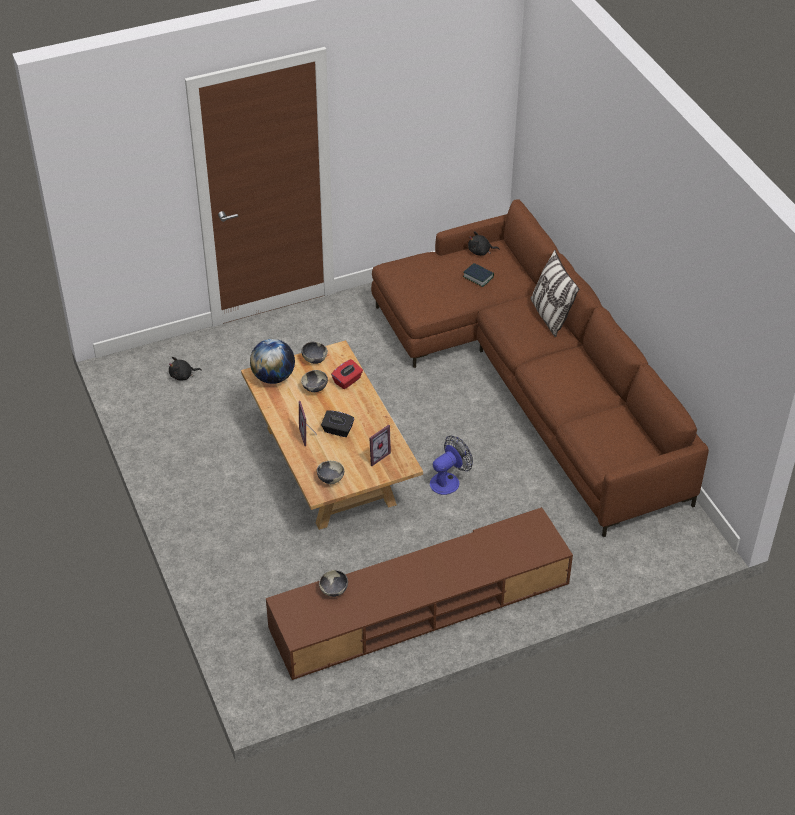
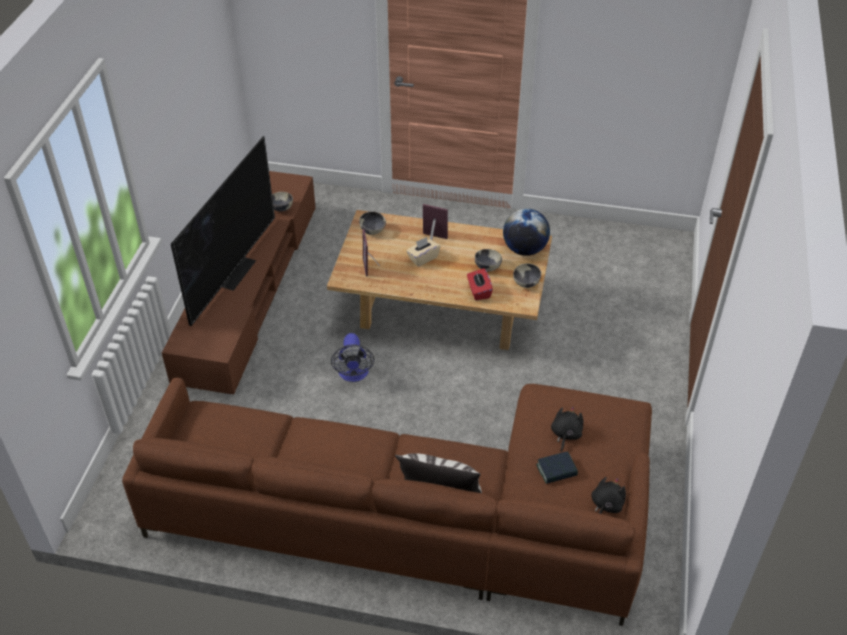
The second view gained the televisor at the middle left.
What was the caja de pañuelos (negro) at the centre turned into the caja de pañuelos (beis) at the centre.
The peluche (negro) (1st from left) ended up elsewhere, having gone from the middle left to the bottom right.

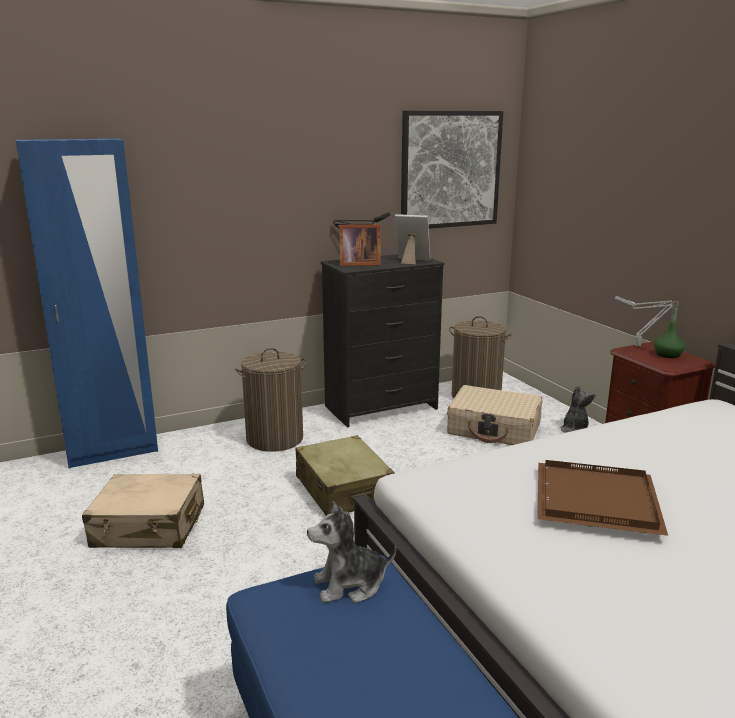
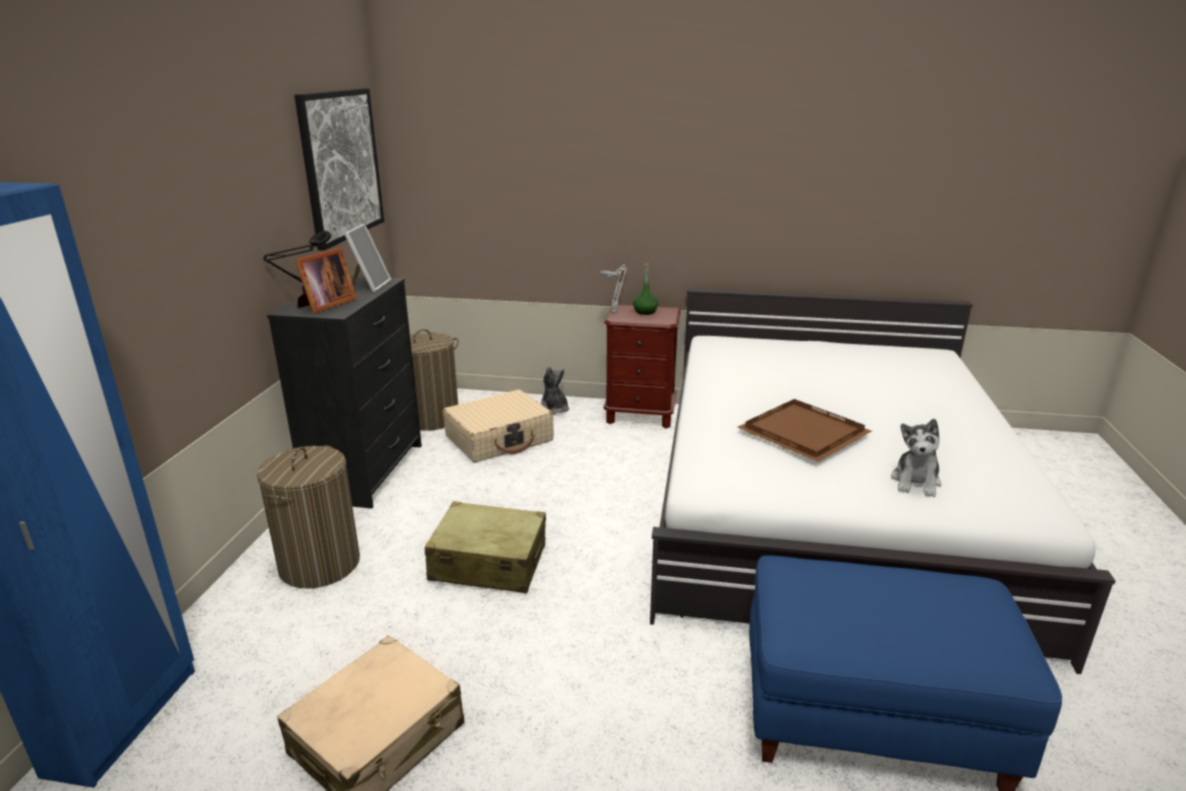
The portarretratos (2nd from left) at the top centre ended up facing another way, 135 degrees clockwise from before.
The peluche (1st from left in the first image) ended up elsewhere, having gone from the bottom centre to the middle right.

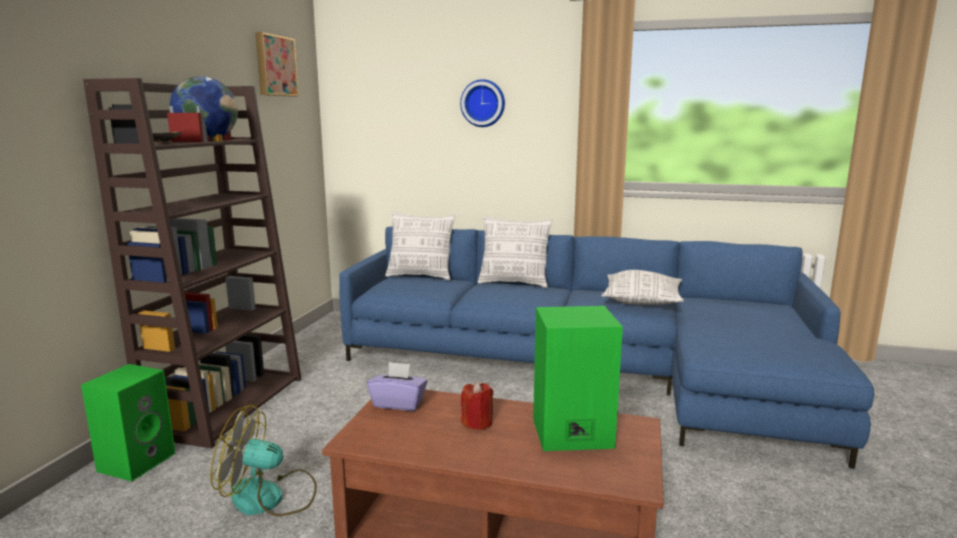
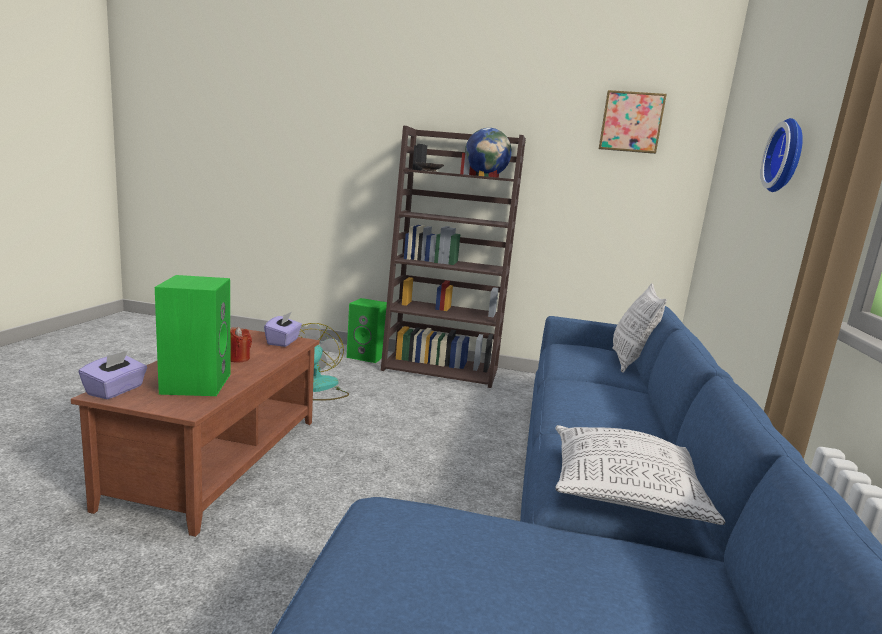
The second view gained the caja de pañuelos (morado) (1st from left) at the middle left.
The second view lost the cojín (2nd from left) at the centre.

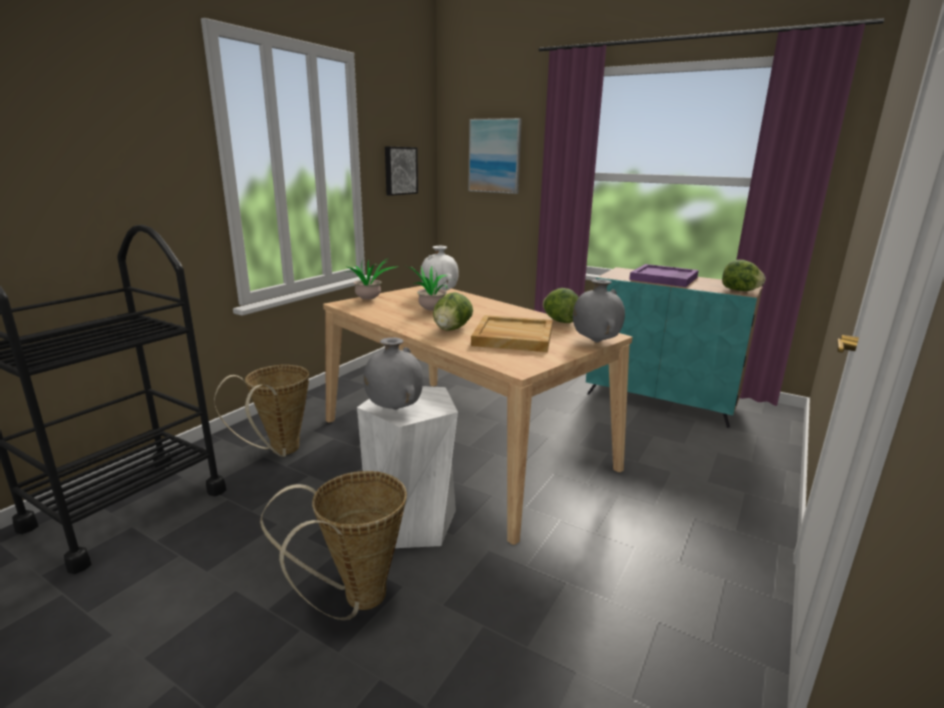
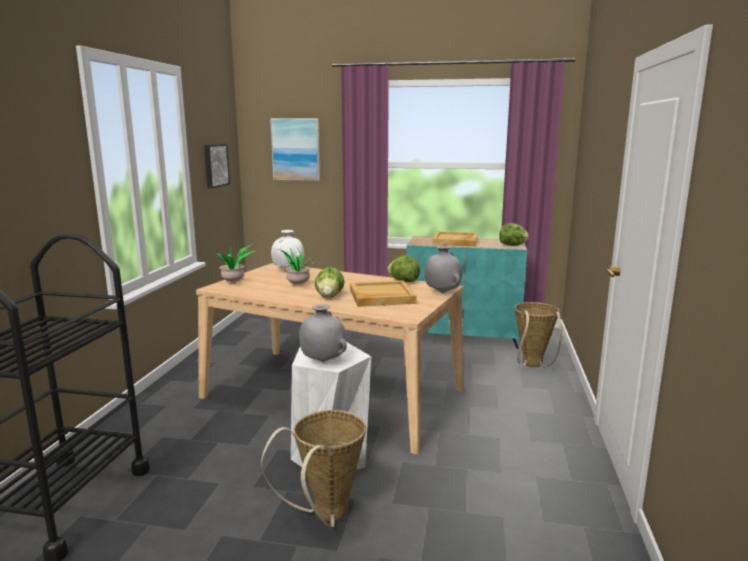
What was the bandeja (morado) at the middle right turned into the bandeja (beis) (2nd from left) at the centre.
The cesta (1st from left in the first image) ended up elsewhere, having gone from the middle left to the middle right.

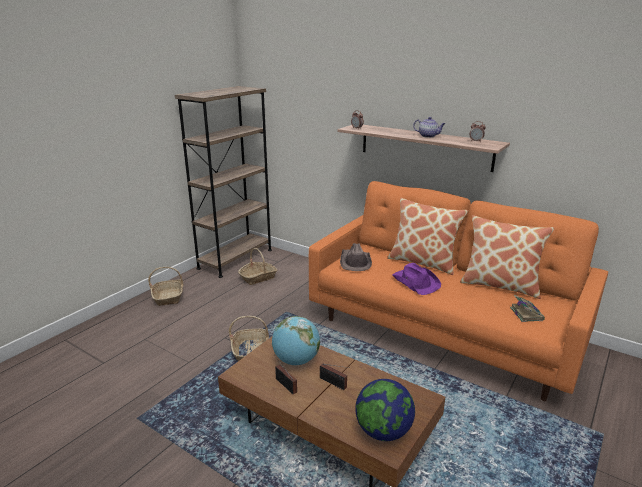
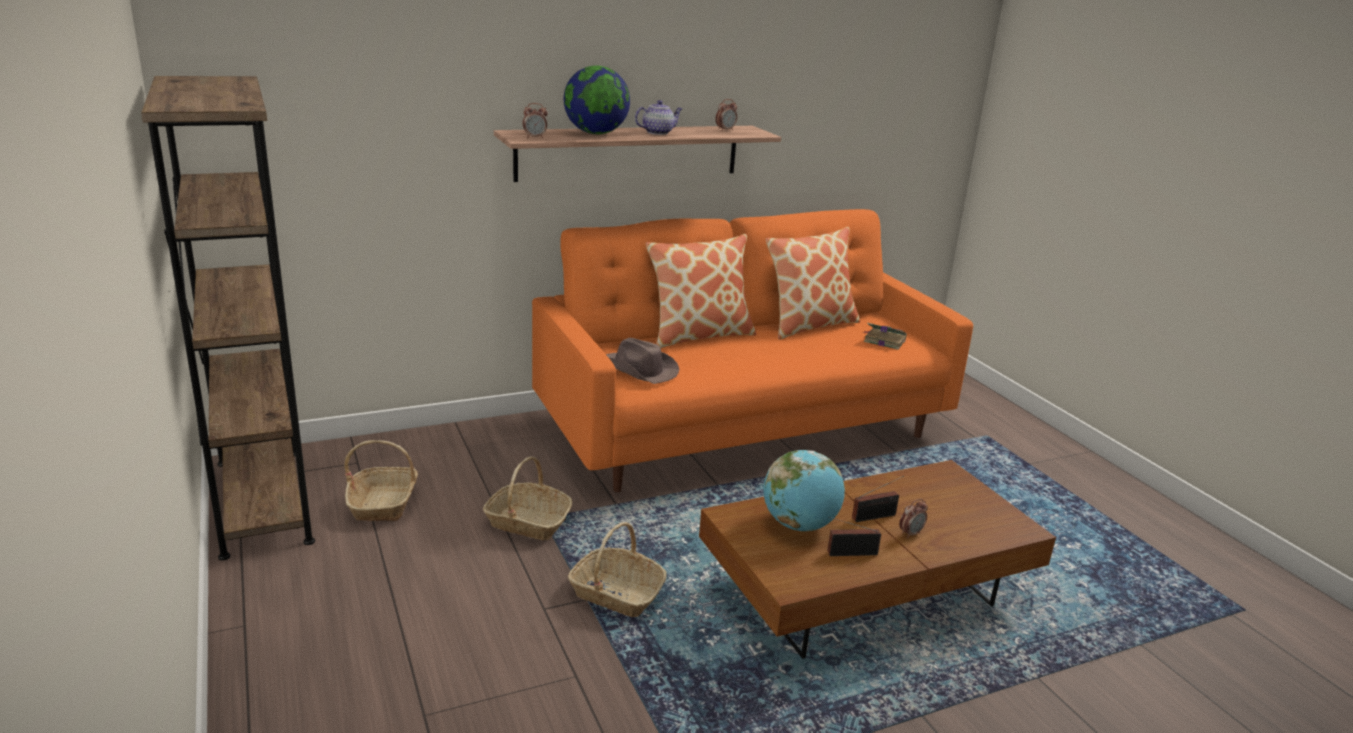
The cesta (1st from left in the first image) ended up elsewhere, having gone from the middle left to the bottom centre.
The globo terráqueo (2nd from left in the first image) ended up elsewhere, having gone from the bottom centre to the top centre.
The second view gained the despertador (3rd from left) at the bottom right.
The second view lost the sombrero (morado) at the centre.

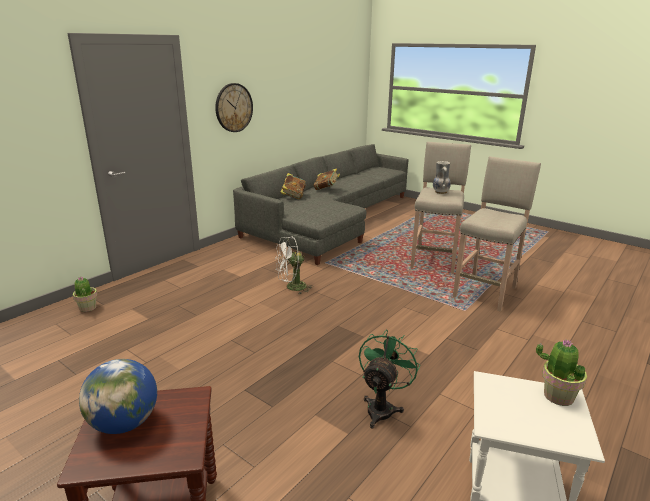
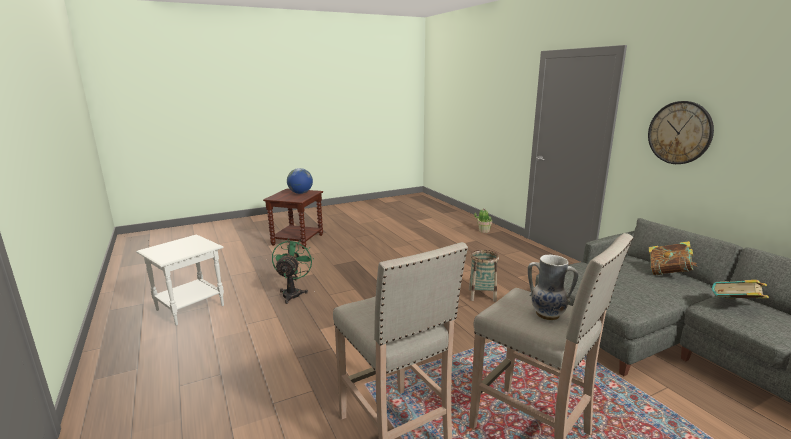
The ventilador (verde) at the bottom centre ended up facing another way, 135 degrees counterclockwise from before.
Where the ventilador (blanco) stood at the centre, the cesta came to stand at the centre.
The second view lost the planta en maceta (2nd from left) at the bottom right.

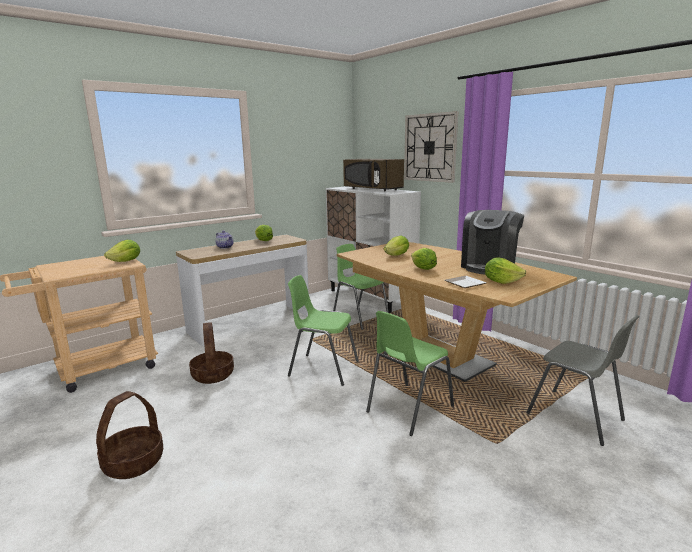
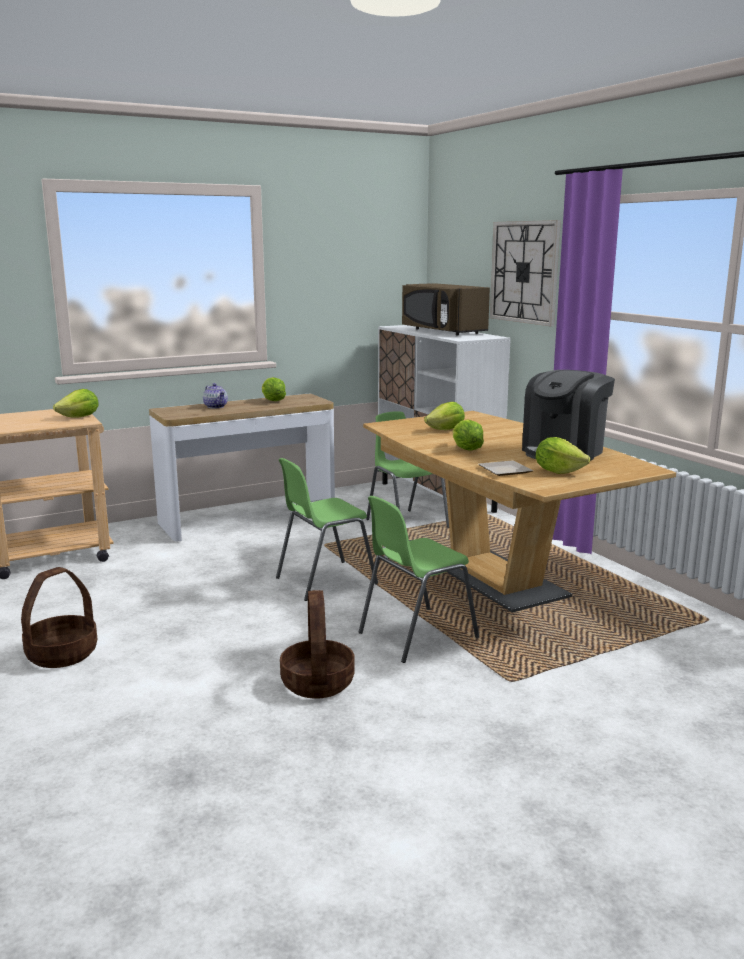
The silla (verde) (1st from left) at the centre ended up facing another way, 60 degrees counterclockwise from before.
The cesta (2nd from left) ended up elsewhere, having gone from the middle left to the bottom centre.
The second view lost the silla (gris) at the bottom right.

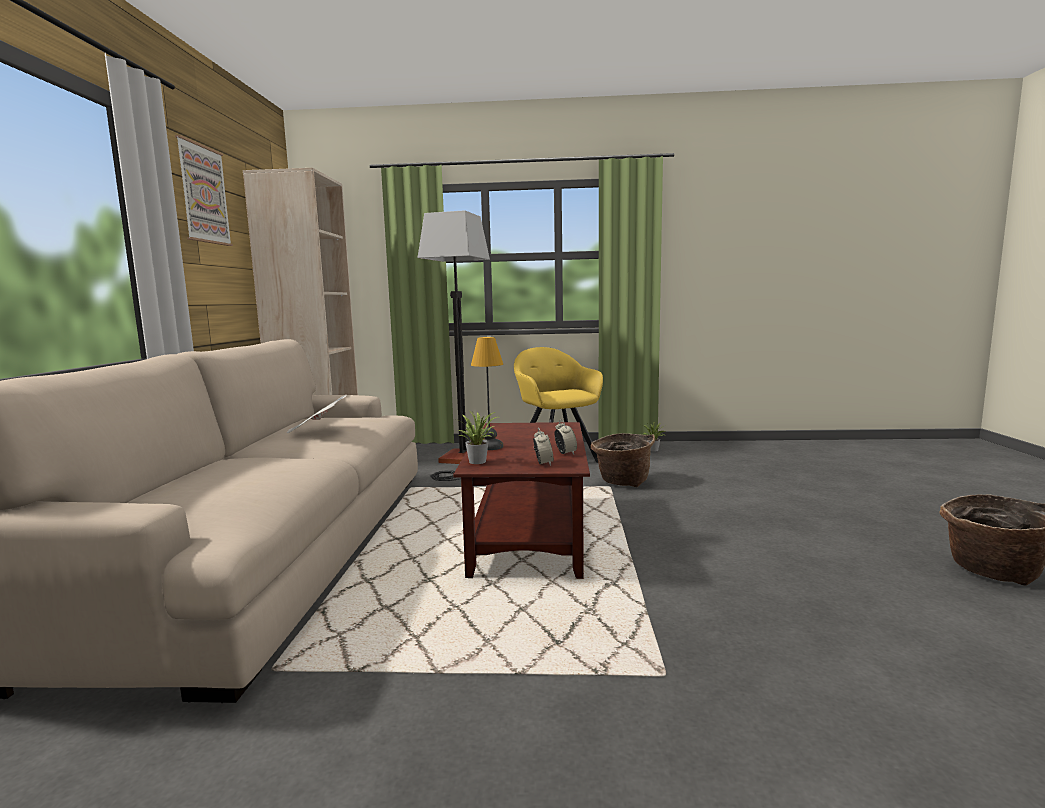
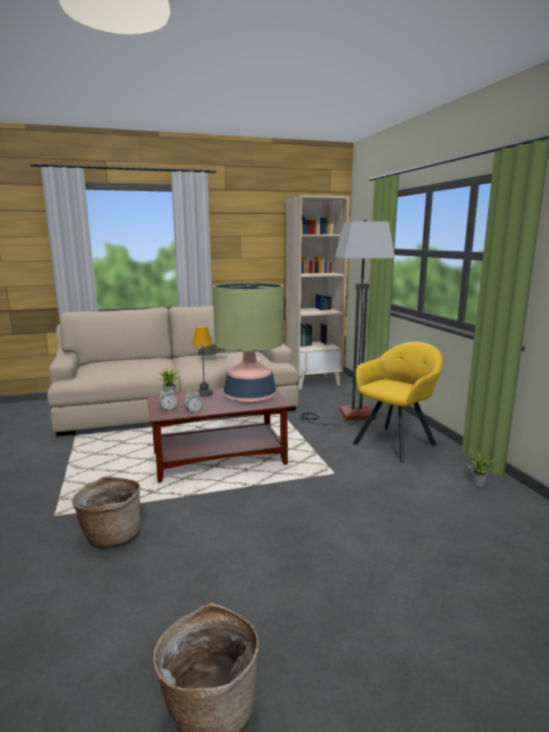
The cesta (1st from left) ended up elsewhere, having gone from the centre to the bottom left.
The second view gained the lámpara de mesa (2nd from left) at the centre.
The second view lost the cuadro at the top left.

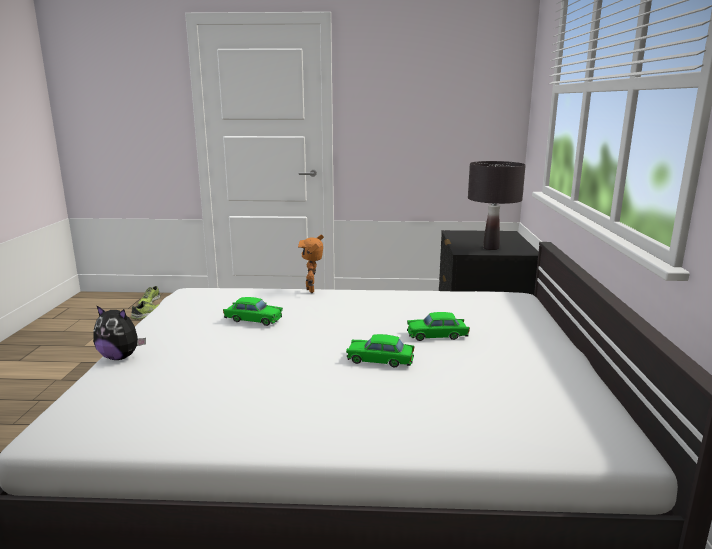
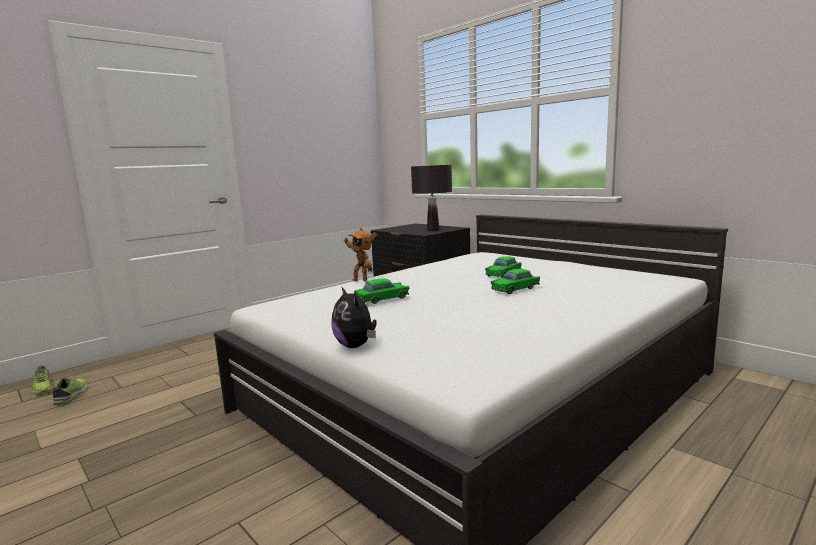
The peluche at the middle left ended up facing another way, 90 degrees clockwise from before.

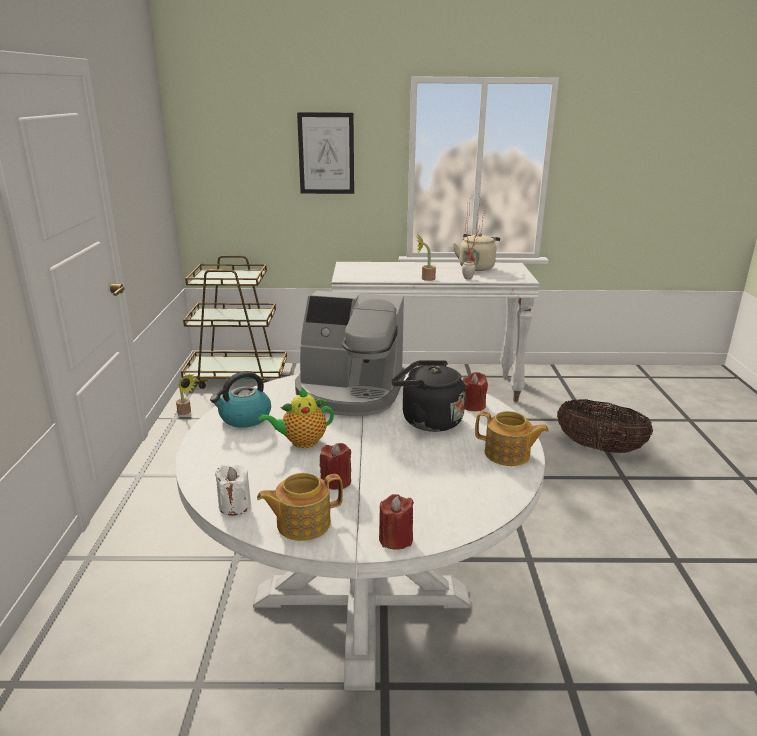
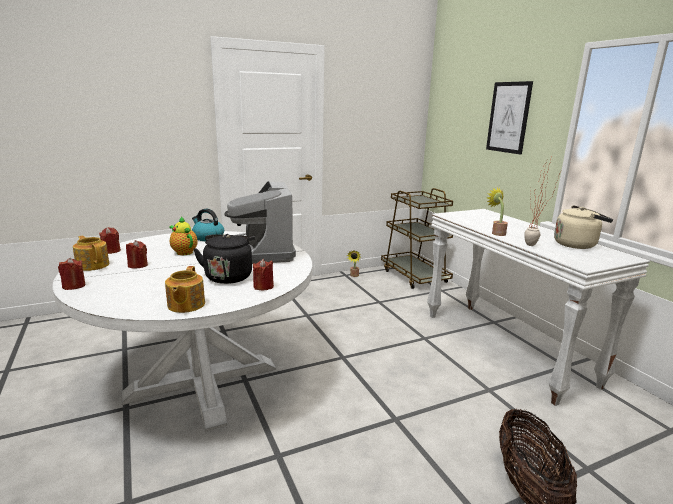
What was the vela (blanco) at the middle left turned into the vela (rojo) (2nd from left) at the middle left.

